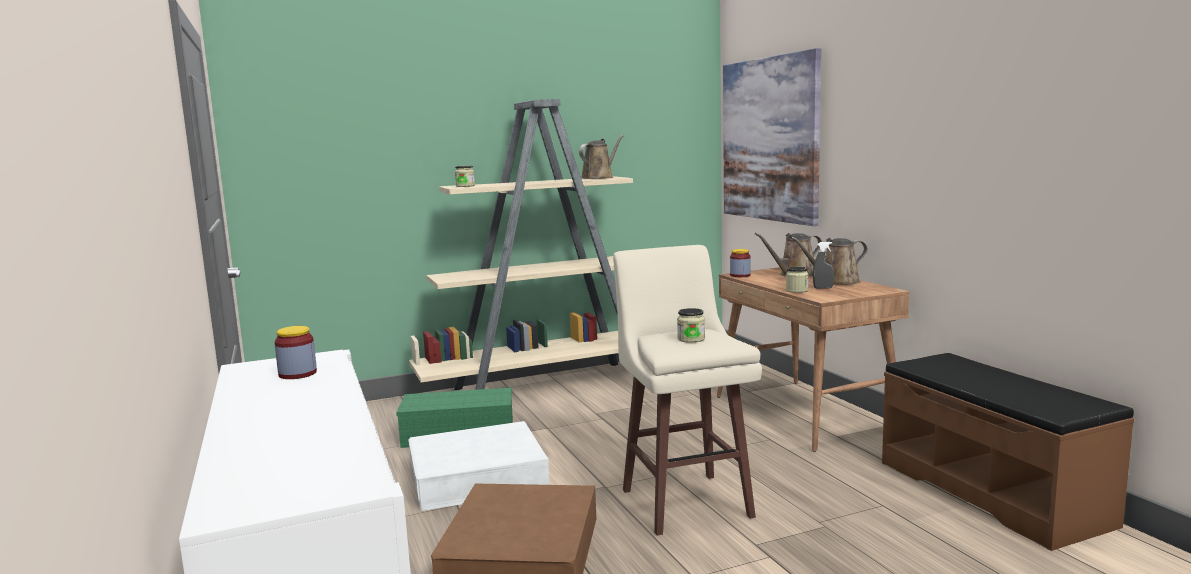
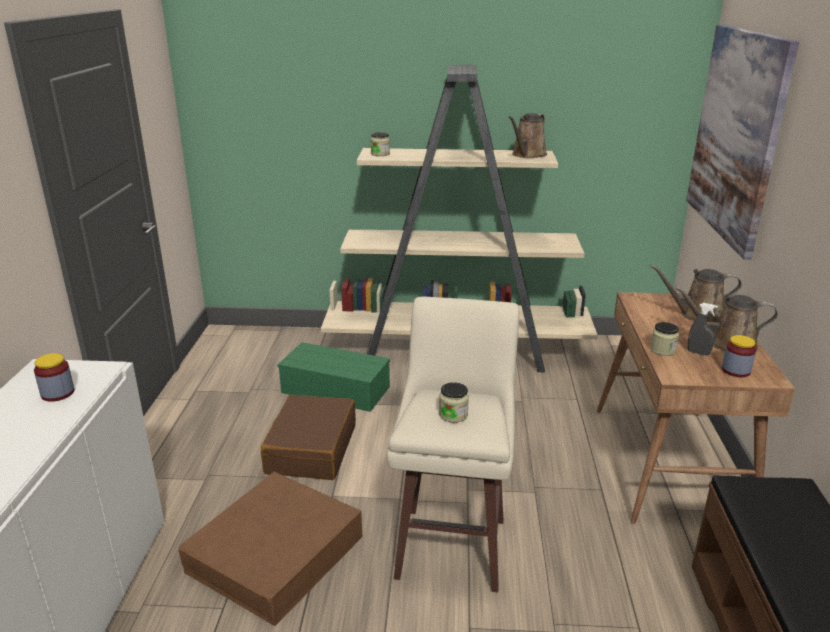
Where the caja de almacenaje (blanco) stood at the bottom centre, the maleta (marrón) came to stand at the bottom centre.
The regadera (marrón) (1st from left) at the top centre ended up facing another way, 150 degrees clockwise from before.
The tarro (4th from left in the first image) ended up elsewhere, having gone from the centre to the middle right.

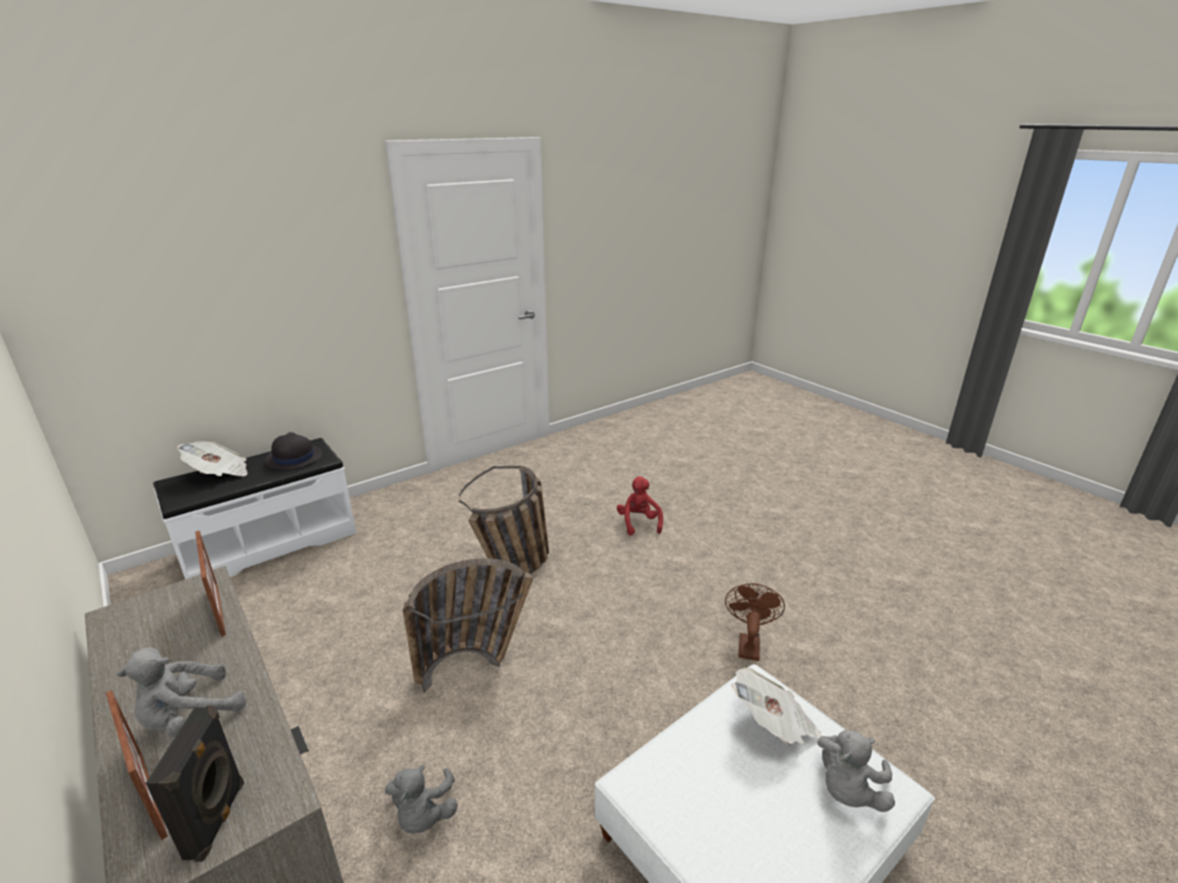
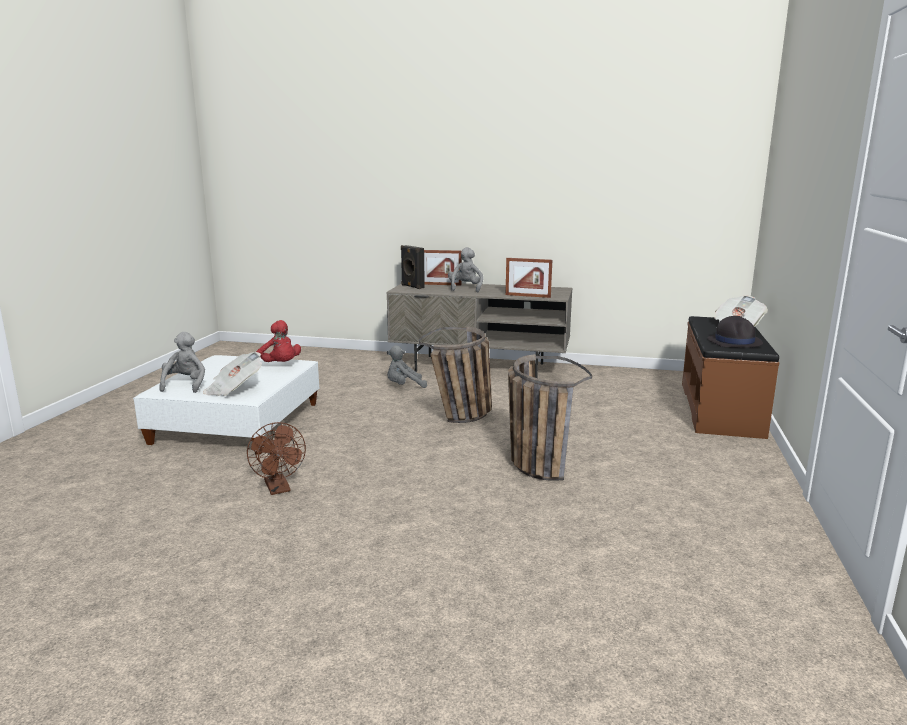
The peluche (rojo) ended up elsewhere, having gone from the centre to the middle left.
The peluche (gris) (2nd from left) at the bottom centre ended up facing another way, 60 degrees counterclockwise from before.
What was the banco (blanco) at the middle left turned into the banco (marrón) at the middle right.

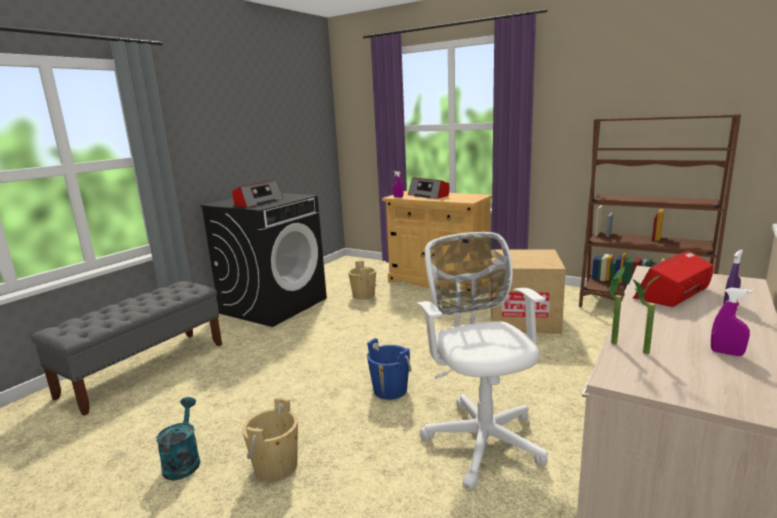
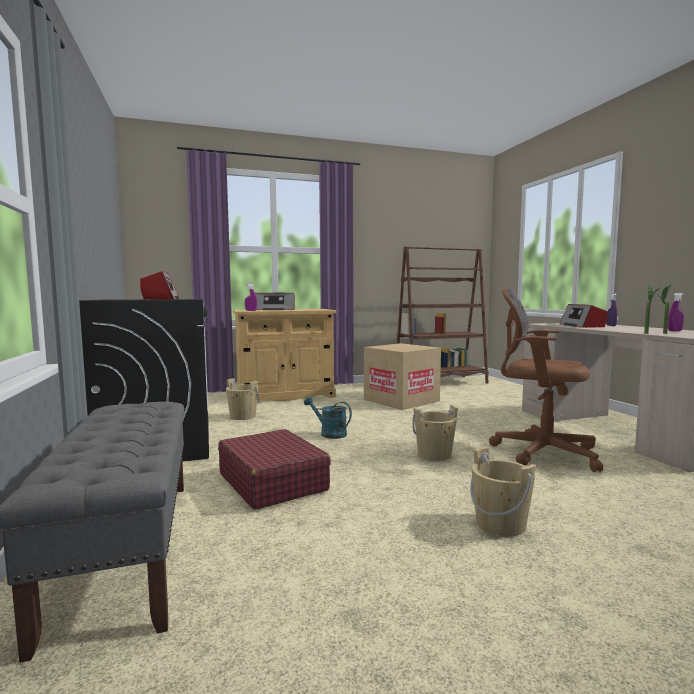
The second view gained the maleta (rojo) at the bottom centre.
The regadera (turquesa) ended up elsewhere, having gone from the bottom left to the centre.
What was the cubo (azul) at the bottom centre turned into the cubo (beis) (2nd from left) at the centre.
What was the silla de oficina (blanco) at the bottom centre turned into the silla de oficina (marrón) at the middle right.

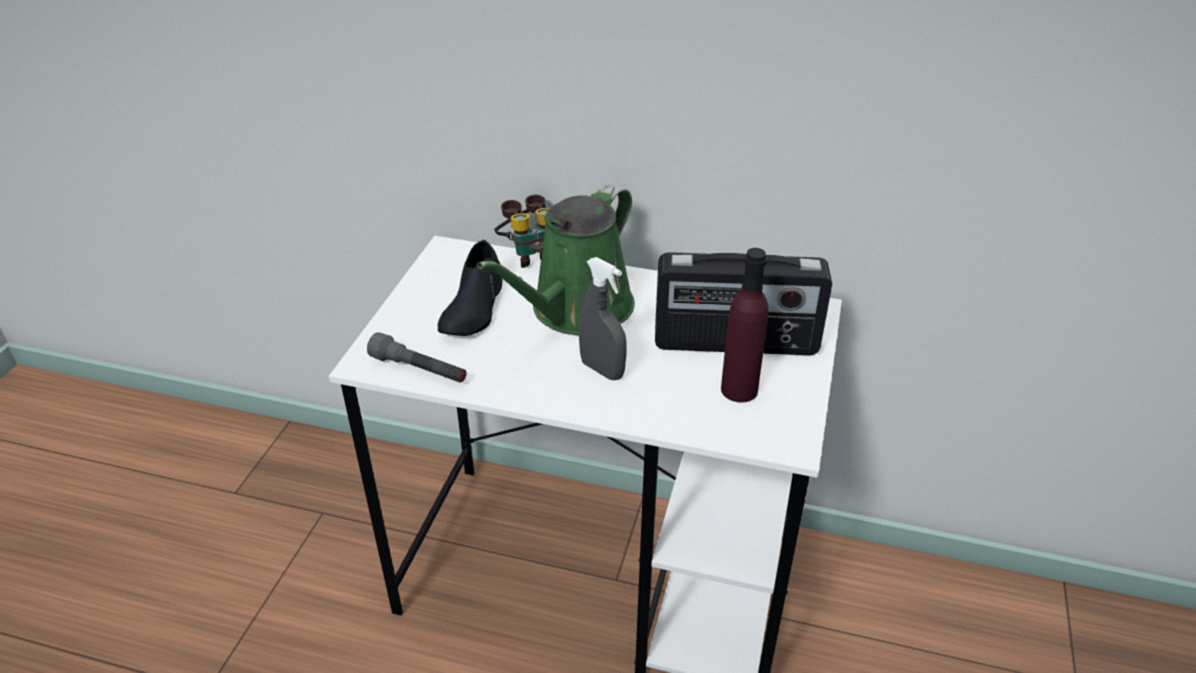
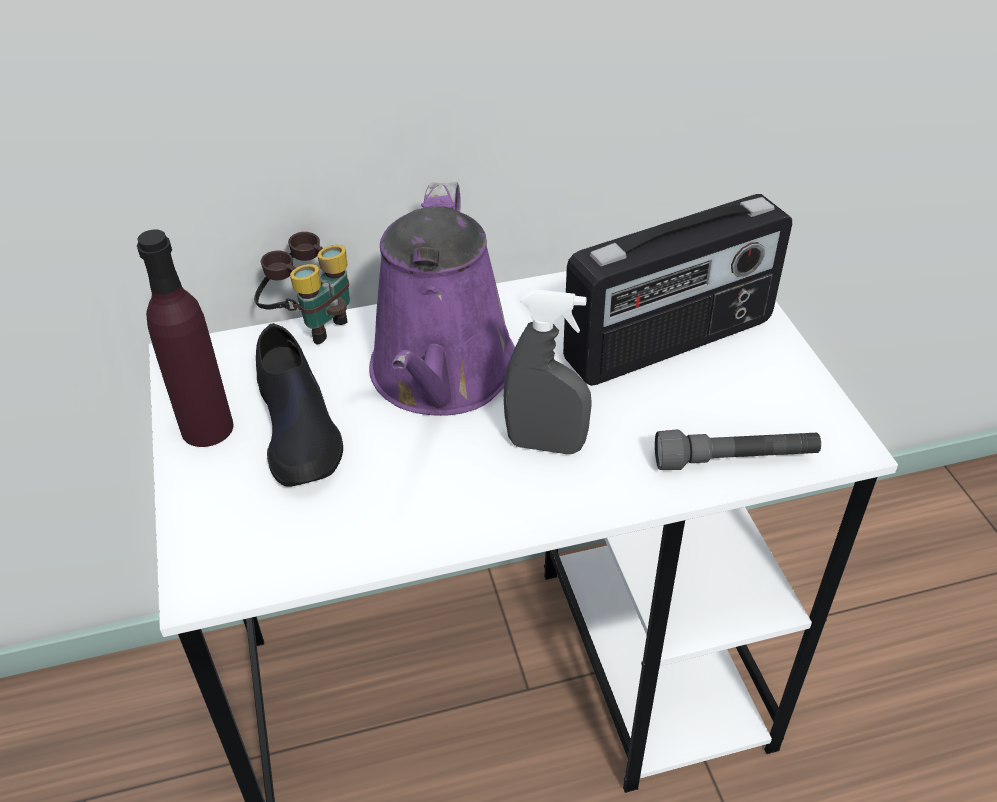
The botella (morado) ended up elsewhere, having gone from the centre to the middle left.
What was the regadera (verde) at the centre turned into the regadera (morado) at the centre.
The linterna (gris) ended up elsewhere, having gone from the centre to the middle right.

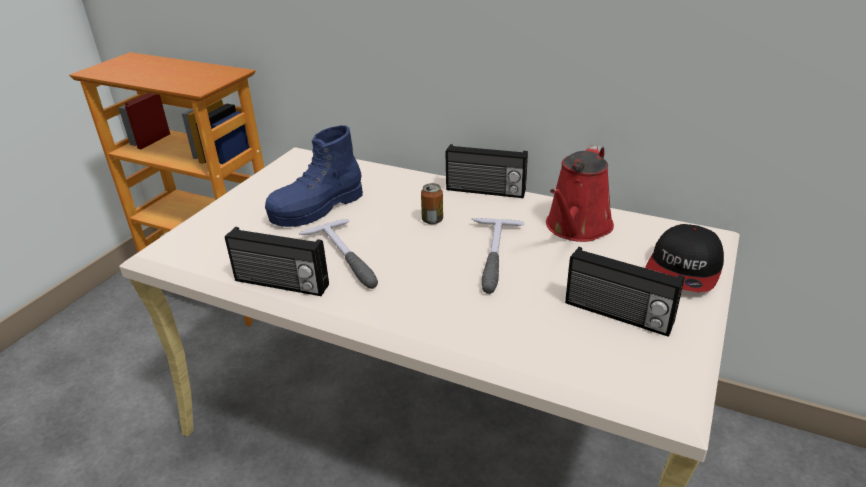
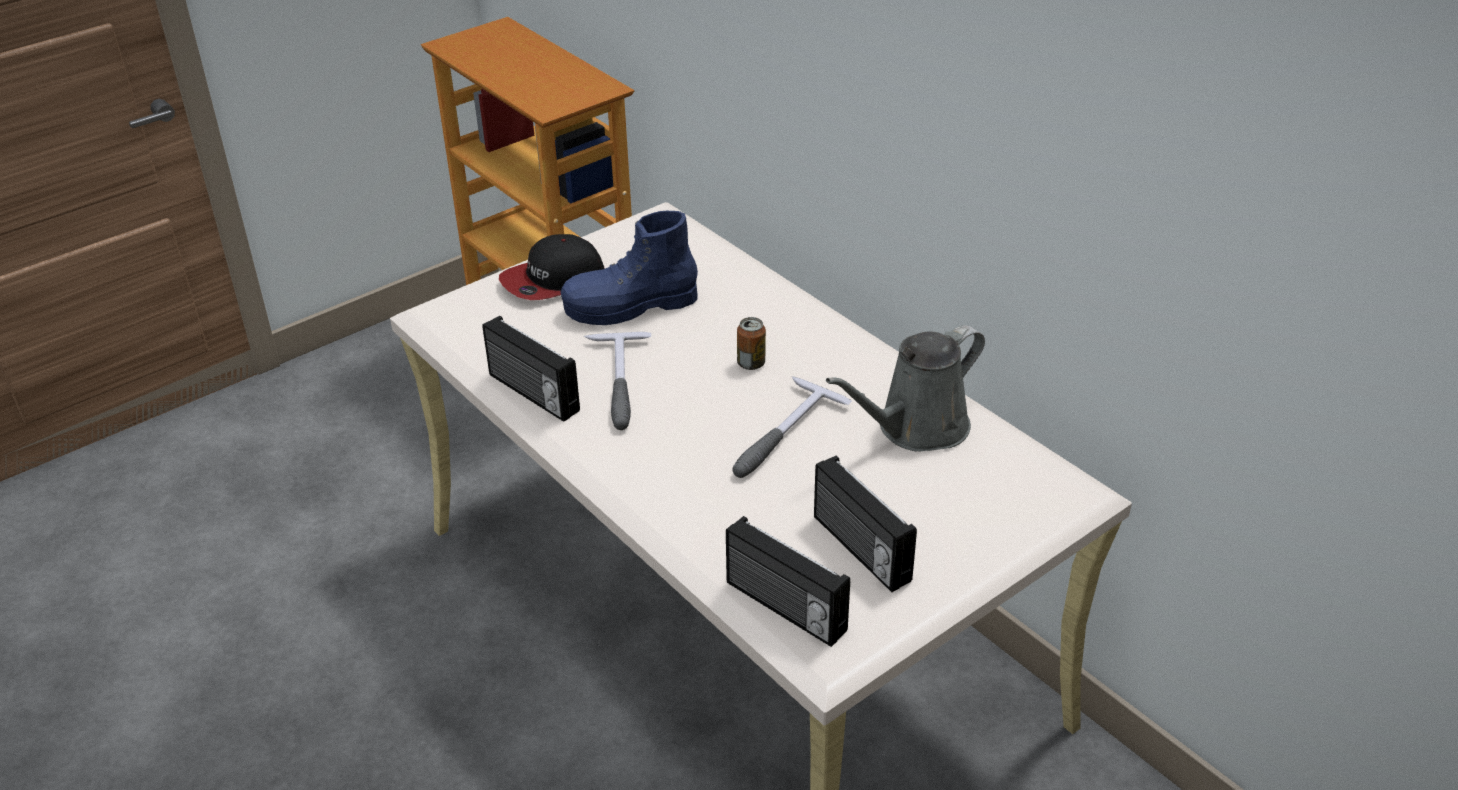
The gorra ended up elsewhere, having gone from the middle right to the centre.
The radio (2nd from left) ended up elsewhere, having gone from the centre to the bottom centre.
What was the regadera (rojo) at the middle right turned into the regadera (gris) at the centre.

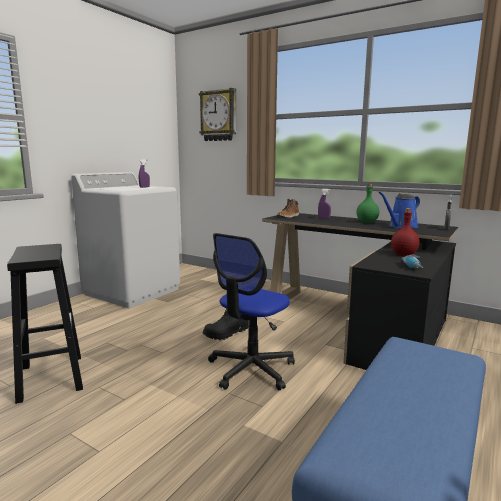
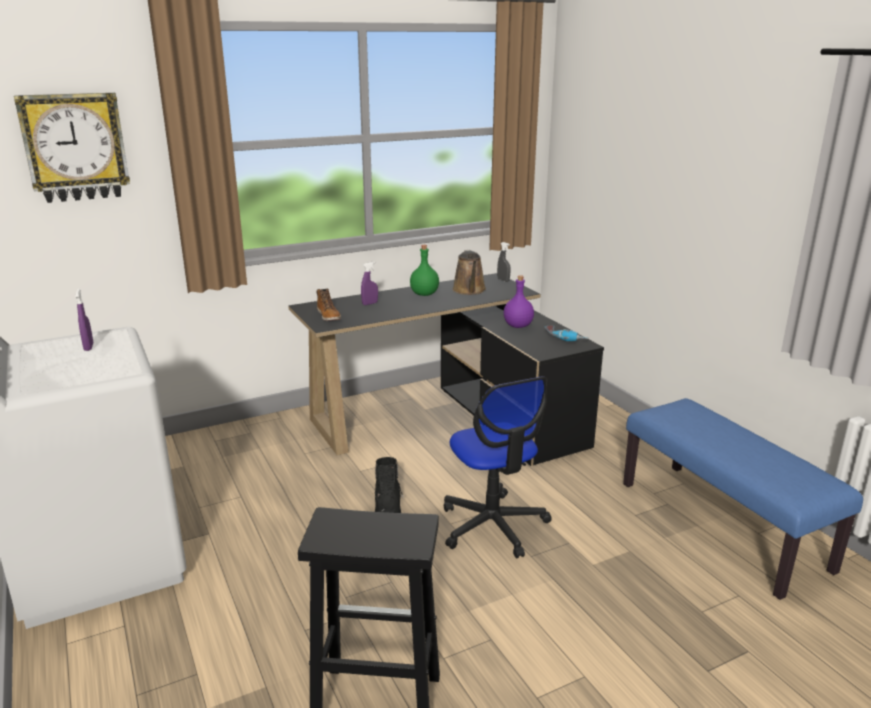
What was the regadera (azul) at the middle right turned into the regadera (marrón) at the centre.
What was the botella (rojo) at the middle right turned into the botella (morado) at the centre.

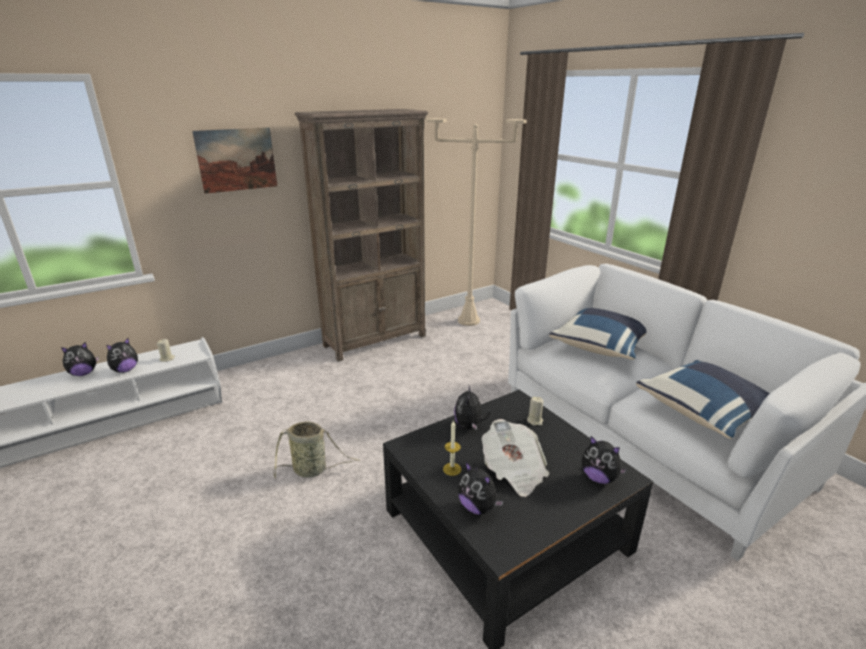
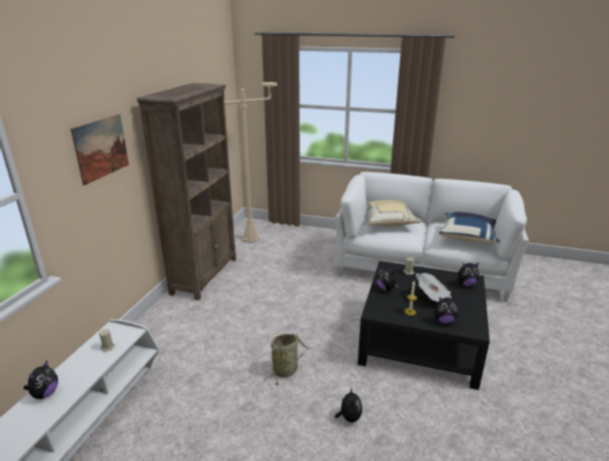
The peluche (2nd from left) ended up elsewhere, having gone from the middle left to the bottom centre.
What was the cojín (azul) (1st from left) at the middle right turned into the cojín (beis) at the centre.

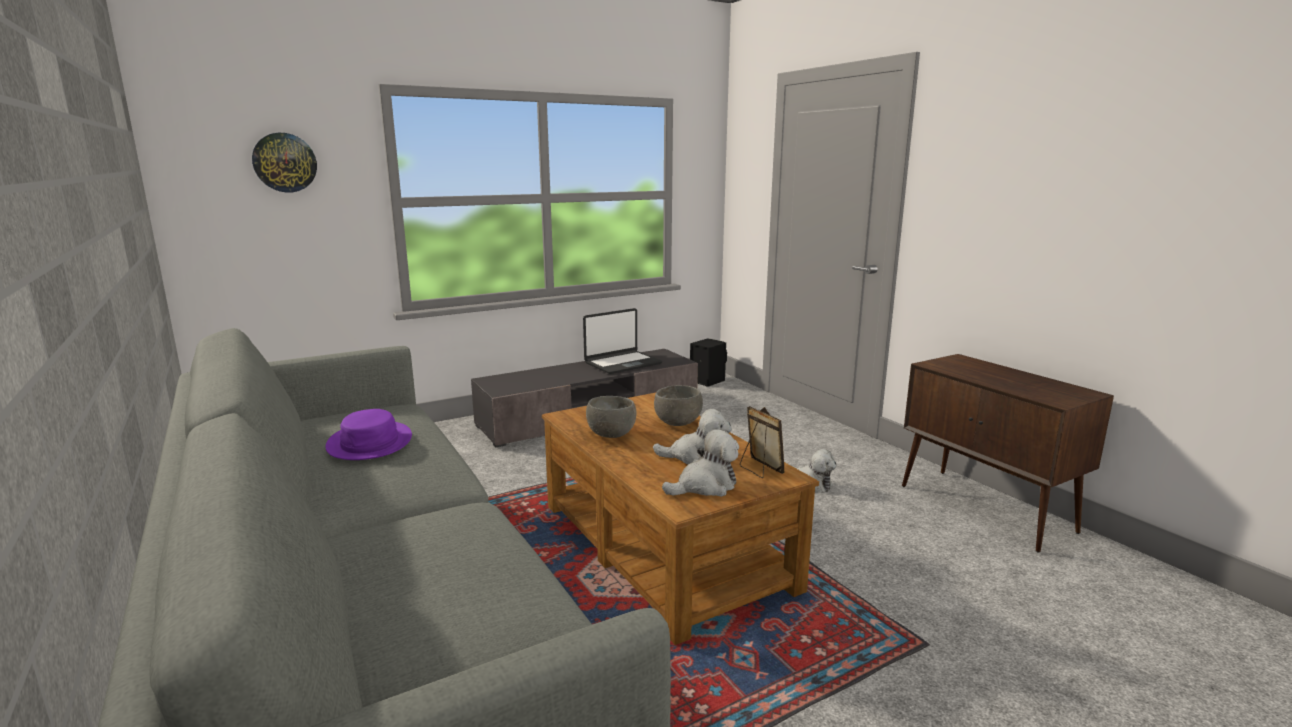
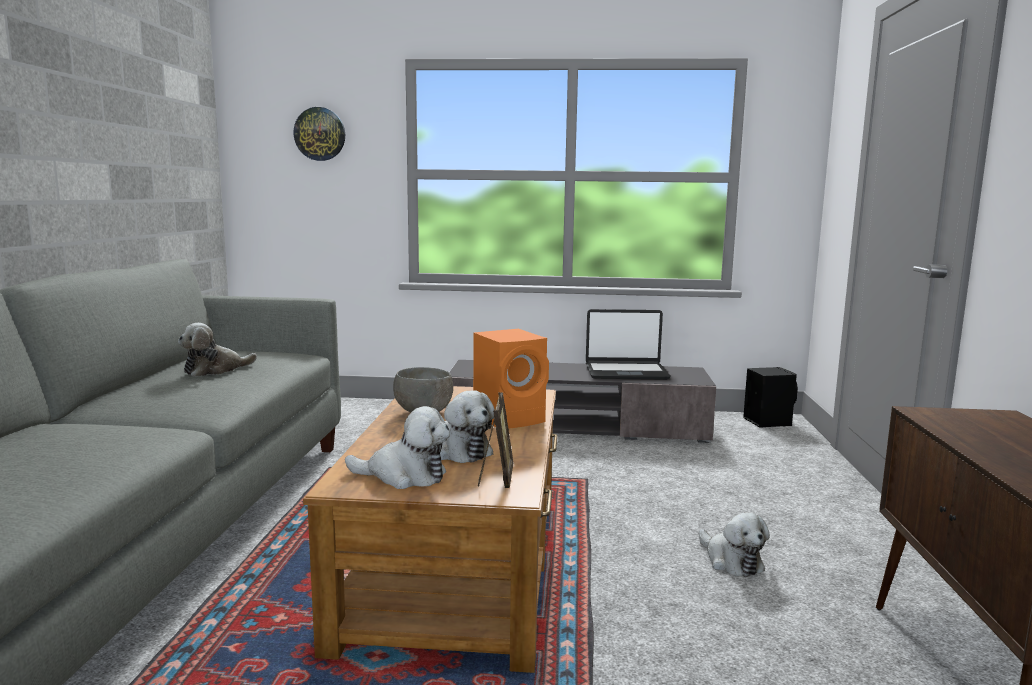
Where the sombrero (morado) stood at the middle left, the peluche (1st from left) came to stand at the middle left.
Where the cuenco (gris) (2nd from left) stood at the centre, the altavoz (naranja) came to stand at the centre.

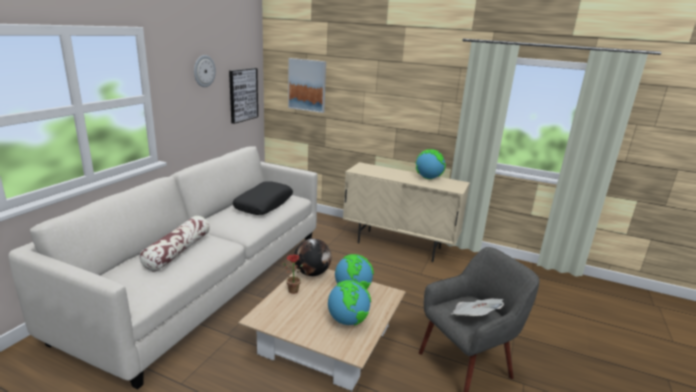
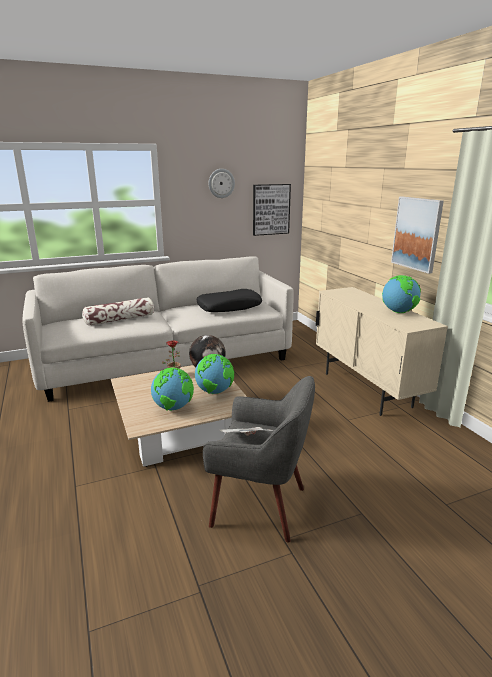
The cuadro (2nd from left) ended up elsewhere, having gone from the top centre to the middle right.

